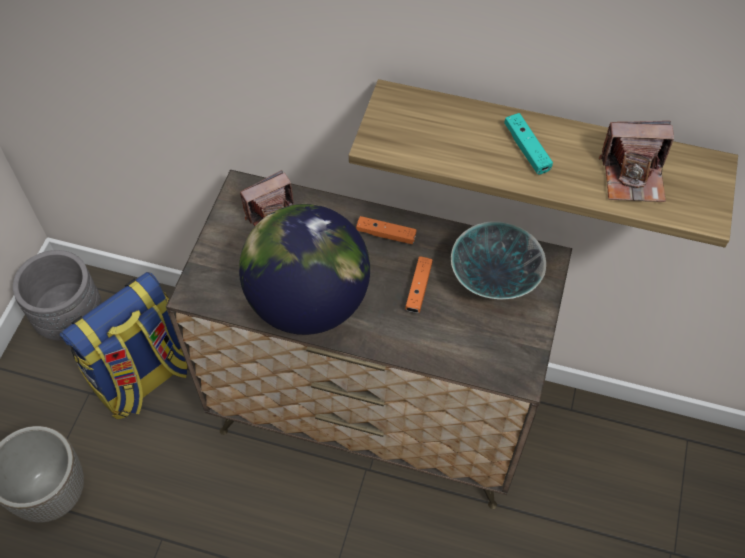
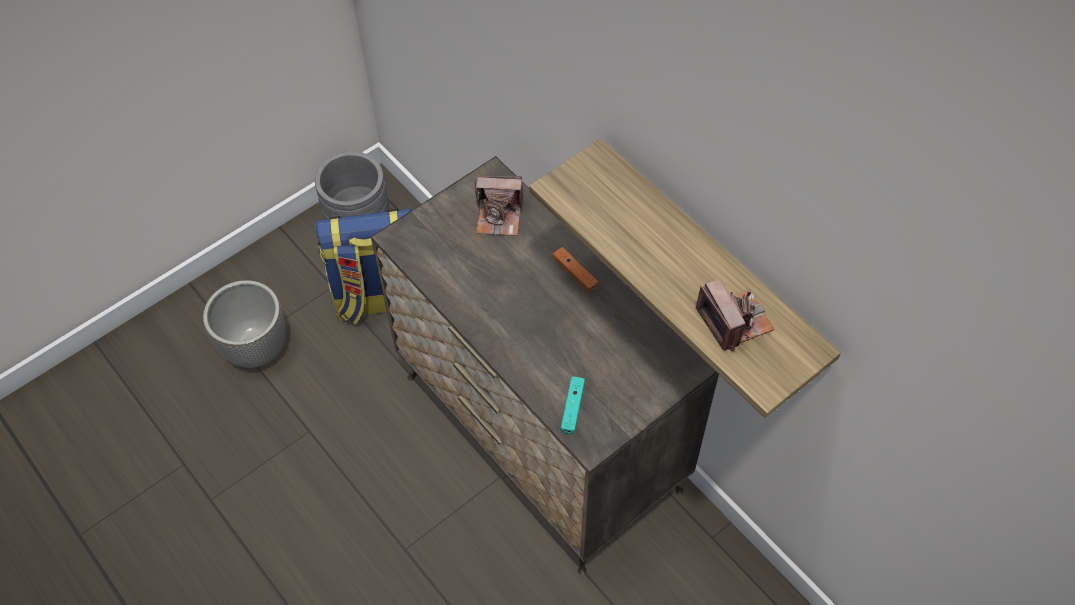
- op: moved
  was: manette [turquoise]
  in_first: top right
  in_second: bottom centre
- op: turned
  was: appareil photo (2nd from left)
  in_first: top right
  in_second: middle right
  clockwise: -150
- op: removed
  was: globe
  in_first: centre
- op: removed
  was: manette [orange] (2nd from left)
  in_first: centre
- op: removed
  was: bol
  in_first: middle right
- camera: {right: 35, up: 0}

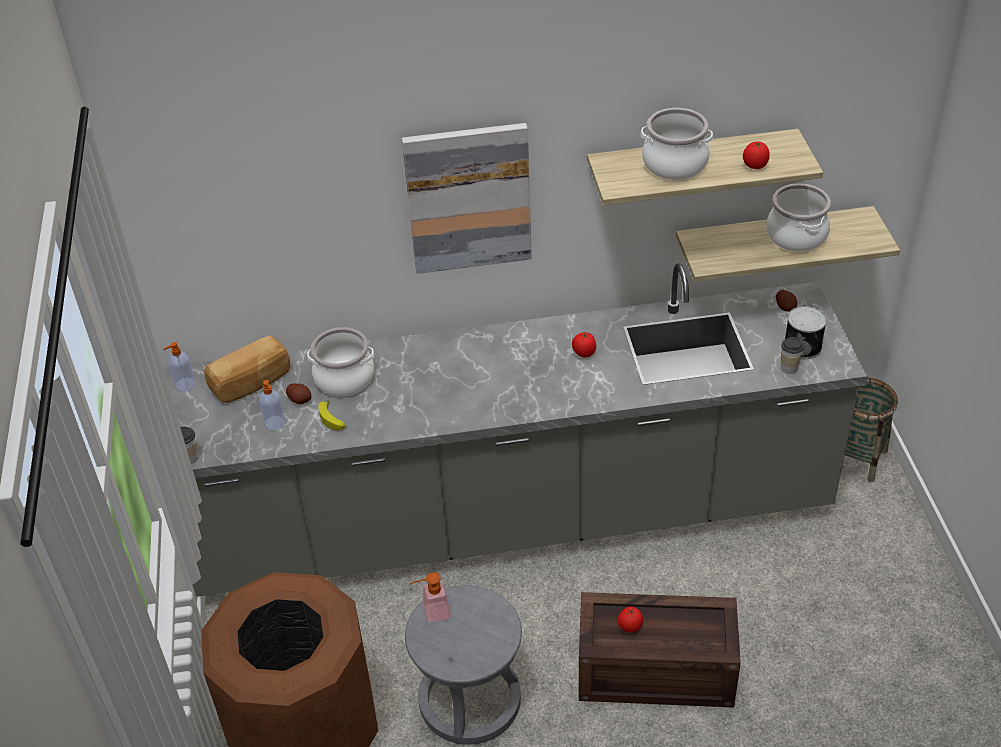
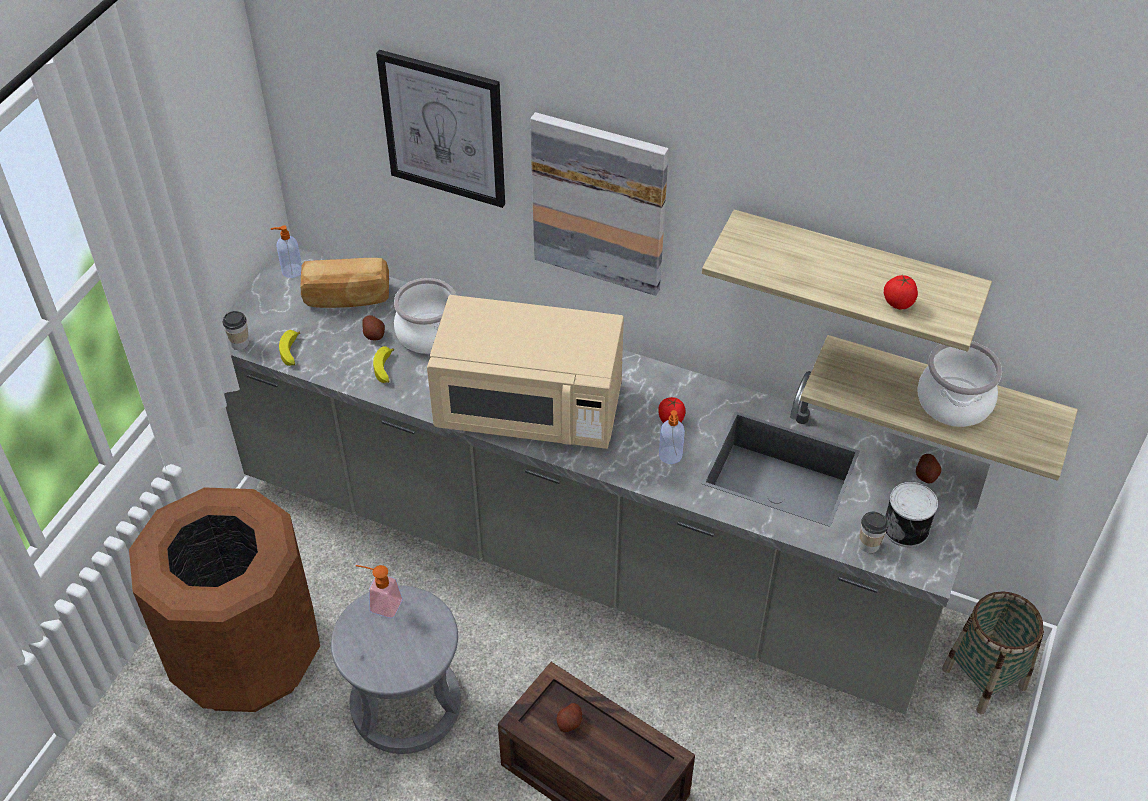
- op: added
  now: banane (1st from left)
  in_second: middle left
- op: added
  now: tableau (1st from left)
  in_second: top centre
- op: added
  now: micro-ondes [beige]
  in_second: centre
- op: replaced
  was: tomate (2nd from left)
  now: pomme de terre (2nd from left)
  in_first: bottom centre
  in_second: bottom centre
- op: moved
  was: distributeur de savon (2nd from left in the first image)
  now: distributeur de savon (3rd from left)
  in_first: middle left
  in_second: centre
- op: removed
  was: marmite (2nd from left)
  in_first: top right
- camera: {right: 30, up: 5}

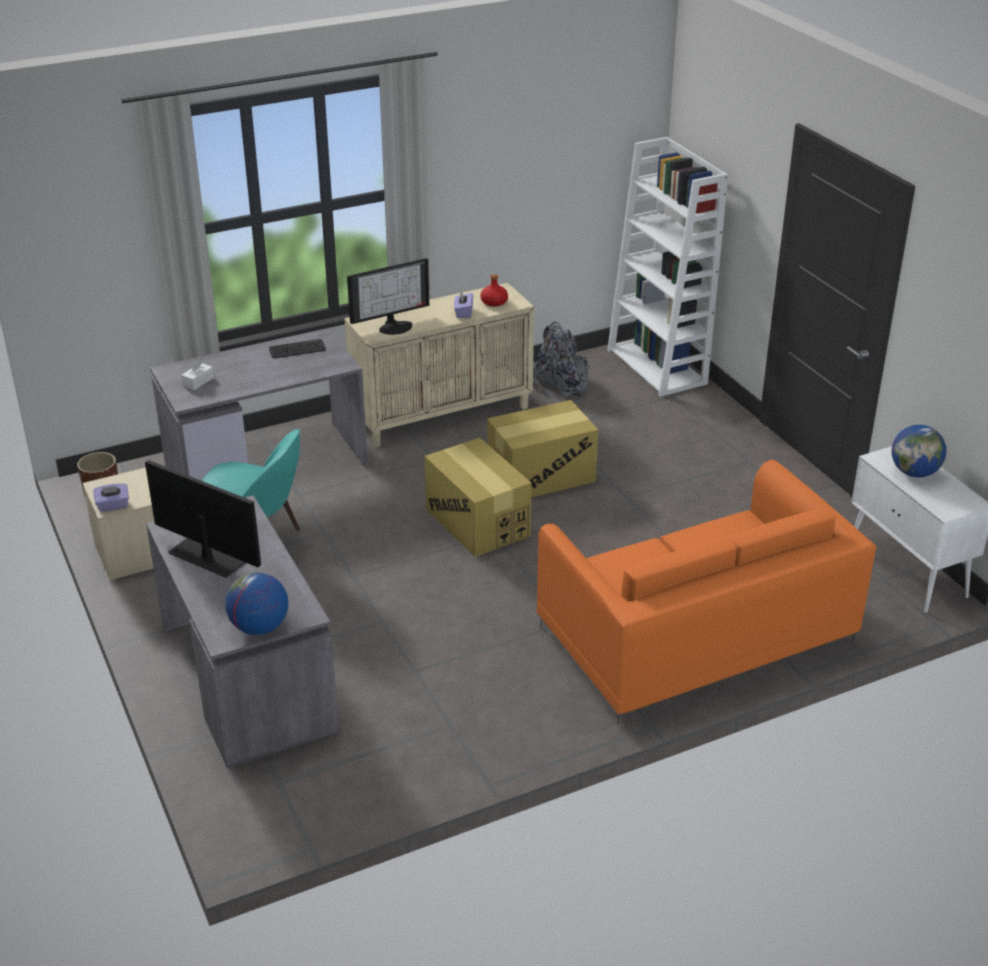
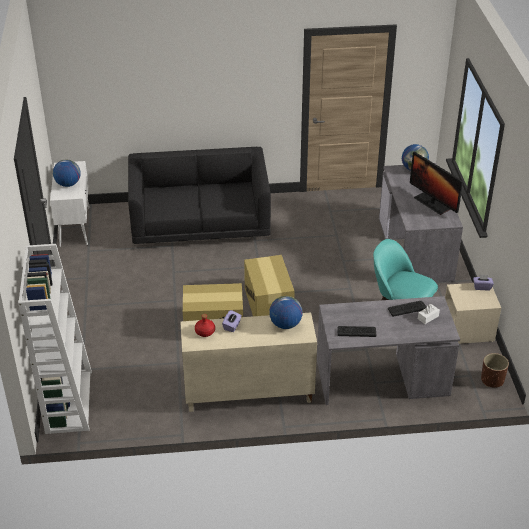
- op: recoloured
  was: canapé [orange]
  now: canapé [noir]
  in_first: middle right
  in_second: centre
- op: replaced
  was: écran d'ordinateur (2nd from left)
  now: globe (2nd from left)
  in_first: top centre
  in_second: centre
- op: added
  now: clavier (2nd from left)
  in_second: middle right
- op: removed
  was: sac à dos [gris]
  in_first: centre
- camera: {right: -160, up: 5}

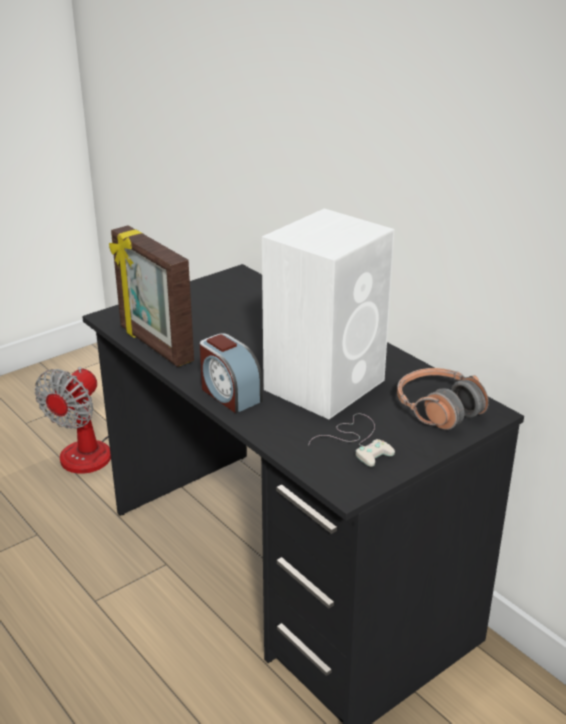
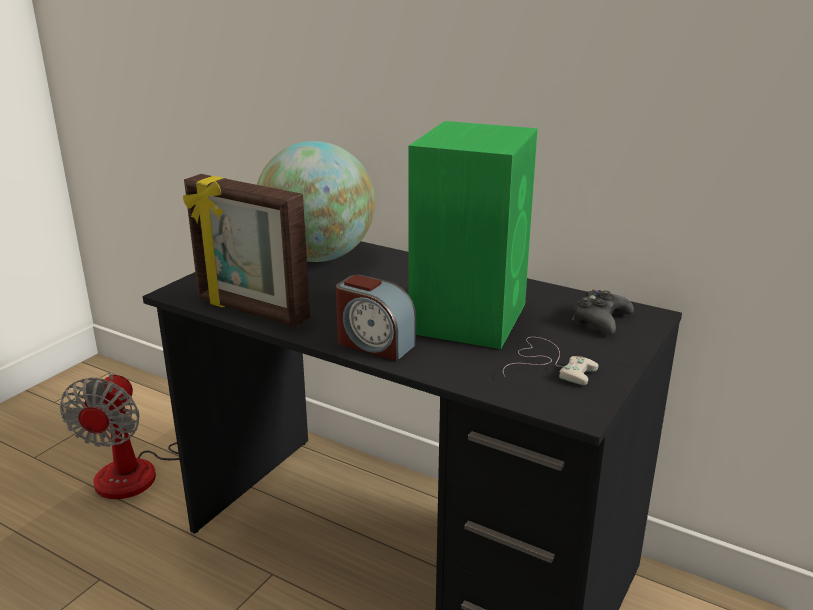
- op: added
  now: globe
  in_second: top centre
- op: recoloured
  was: enceinte [blanc]
  now: enceinte [vert]
  in_first: centre
  in_second: centre
- op: replaced
  was: casque audio
  now: manette [noir]
  in_first: middle right
  in_second: middle right
- camera: {right: -20, up: -5}

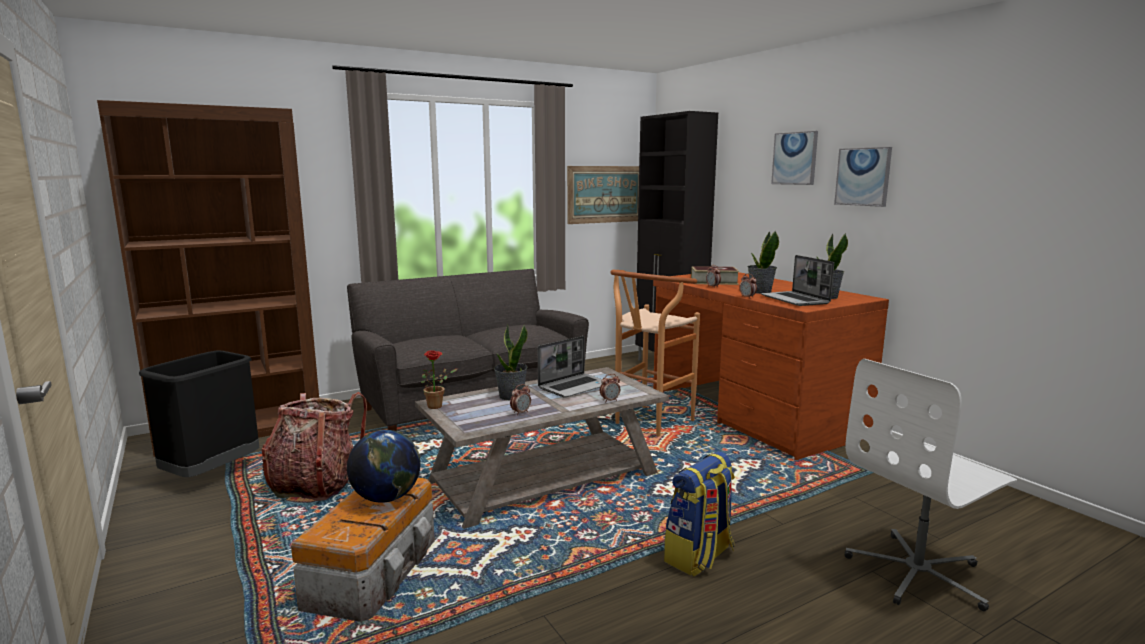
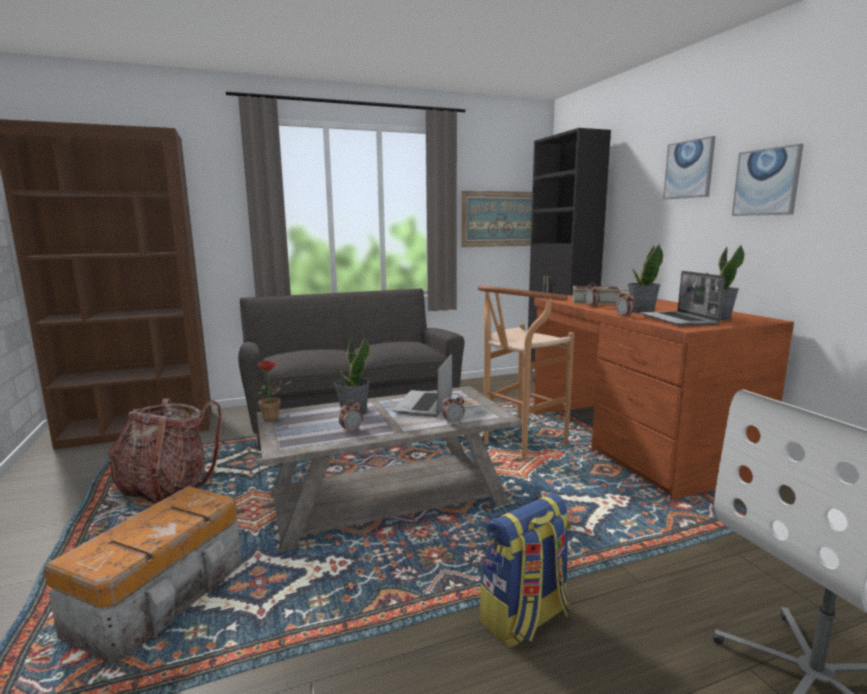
- op: turned
  was: ordinateur portable (1st from left)
  in_first: centre
  in_second: centre
  clockwise: 135
- op: removed
  was: poubelle [noir]
  in_first: middle left
- op: removed
  was: globe
  in_first: bottom centre
- camera: {right: 10, up: 0}

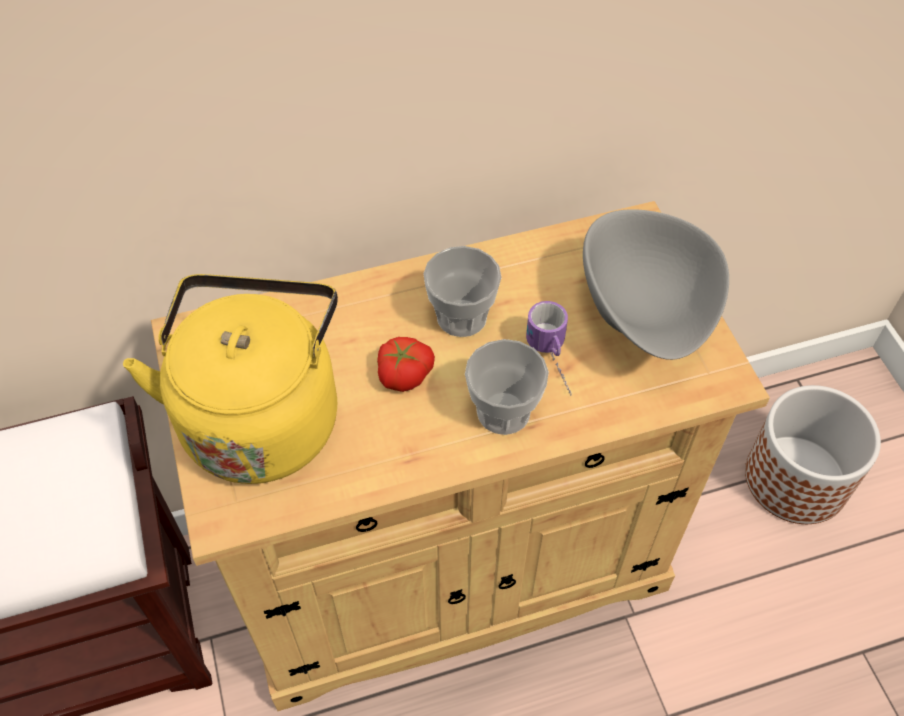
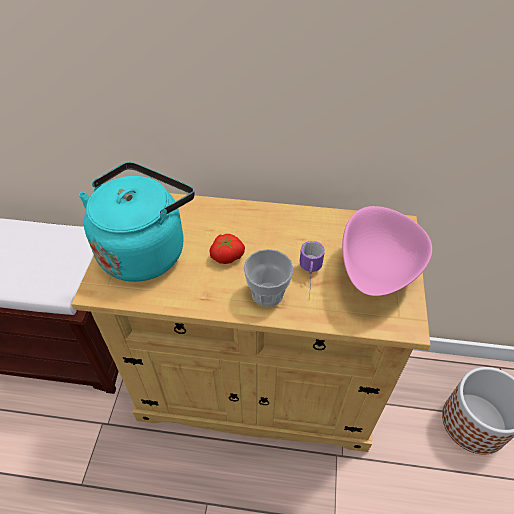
- op: recoloured
  was: bouilloire [jaune]
  now: bouilloire [turquoise]
  in_first: middle left
  in_second: middle left
- op: recoloured
  was: bol [gris]
  now: bol [rose]
  in_first: middle right
  in_second: middle right
- op: removed
  was: tasse (1st from left)
  in_first: centre
- camera: {right: 25, up: -5}

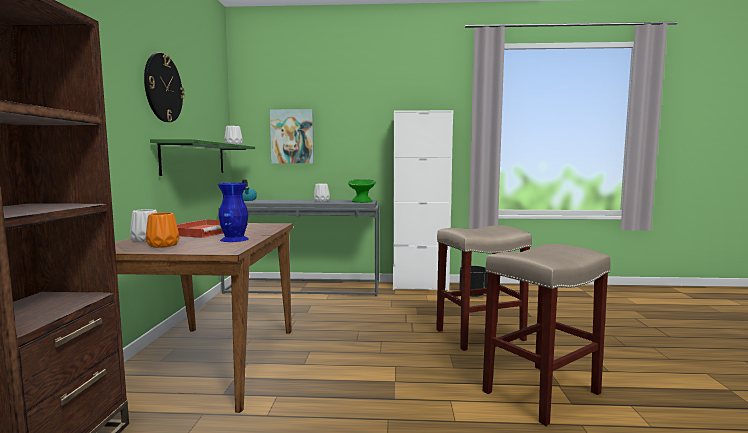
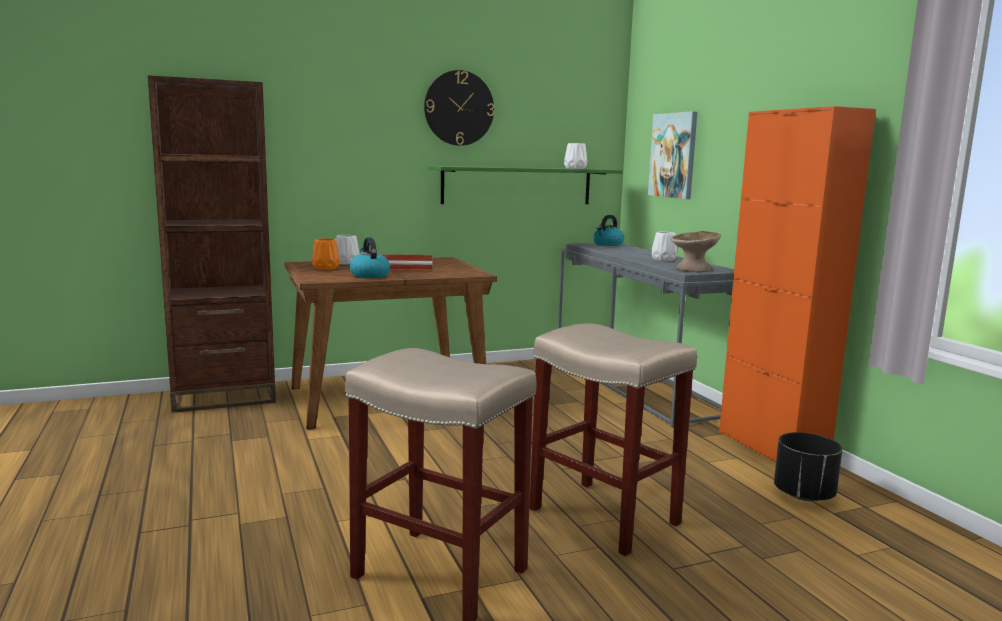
- op: replaced
  was: vase [bleu]
  now: bouilloire (1st from left)
  in_first: middle left
  in_second: centre
- op: recoloured
  was: bol [vert]
  now: bol [beige]
  in_first: centre
  in_second: middle right
- op: recoloured
  was: meuble de rangement [blanc]
  now: meuble de rangement [orange]
  in_first: centre
  in_second: middle right
- camera: {right: 65, up: 5}

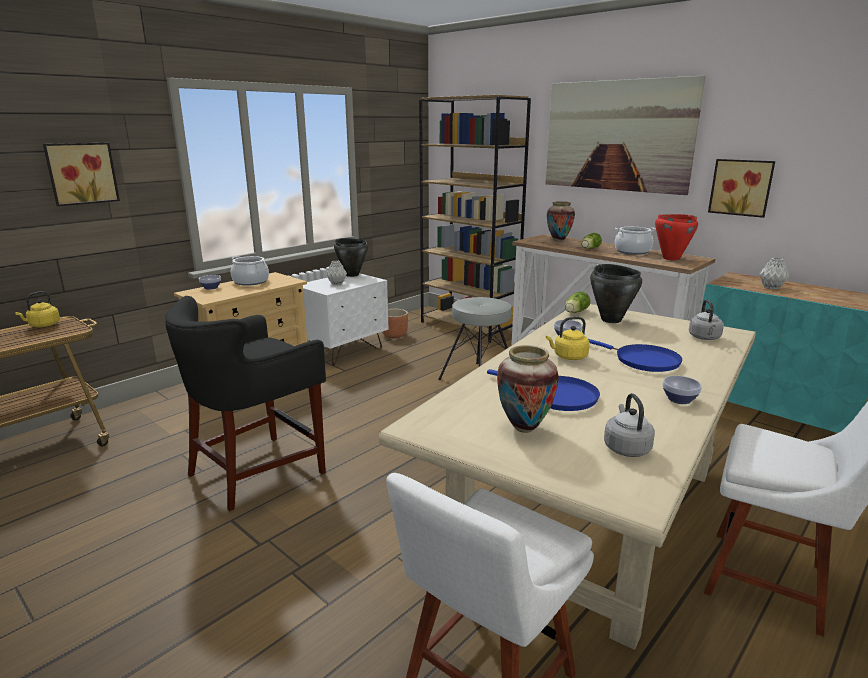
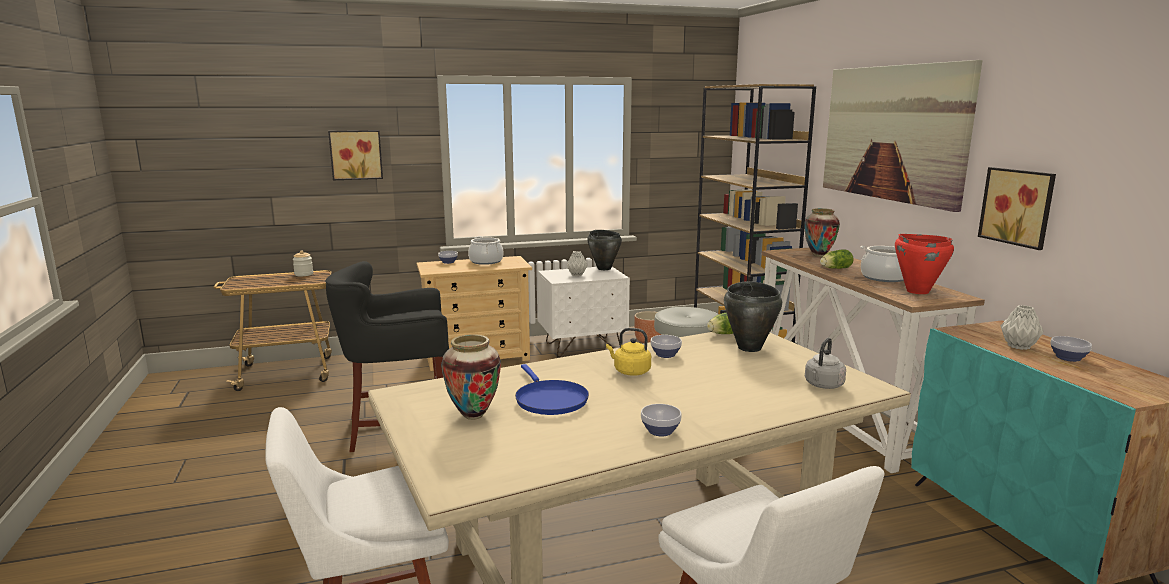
- op: replaced
  was: bouilloire [jaune] (1st from left)
  now: bocal
  in_first: middle left
  in_second: middle left
- op: added
  now: bol (4th from left)
  in_second: middle right
- op: removed
  was: poêle [bleu] (2nd from left)
  in_first: middle right
- op: removed
  was: bouilloire [gris] (1st from left)
  in_first: middle right
- camera: {right: 30, up: -5}

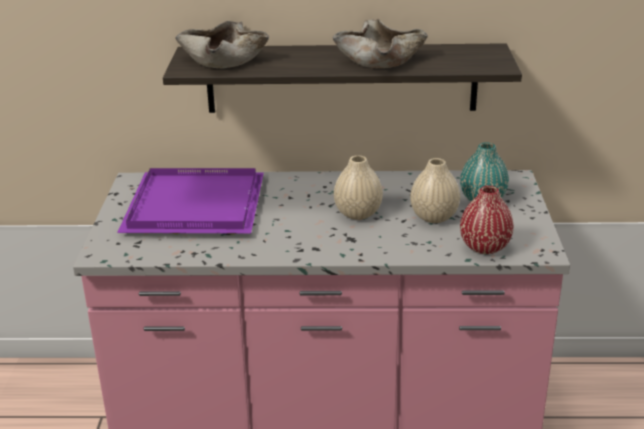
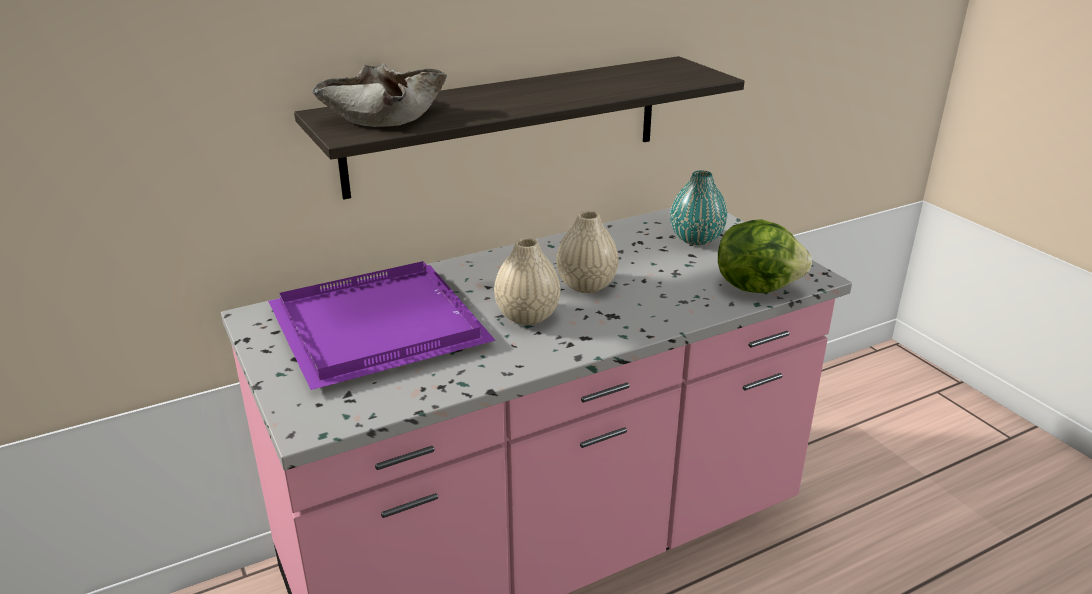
- op: moved
  was: vase [beige] (2nd from left in the first image)
  now: vase [beige] (1st from left)
  in_first: middle right
  in_second: centre
- op: replaced
  was: vase [rouge]
  now: laitue
  in_first: middle right
  in_second: middle right
- op: removed
  was: bol [beige] (2nd from left)
  in_first: top centre
- camera: {right: -30, up: 0}

